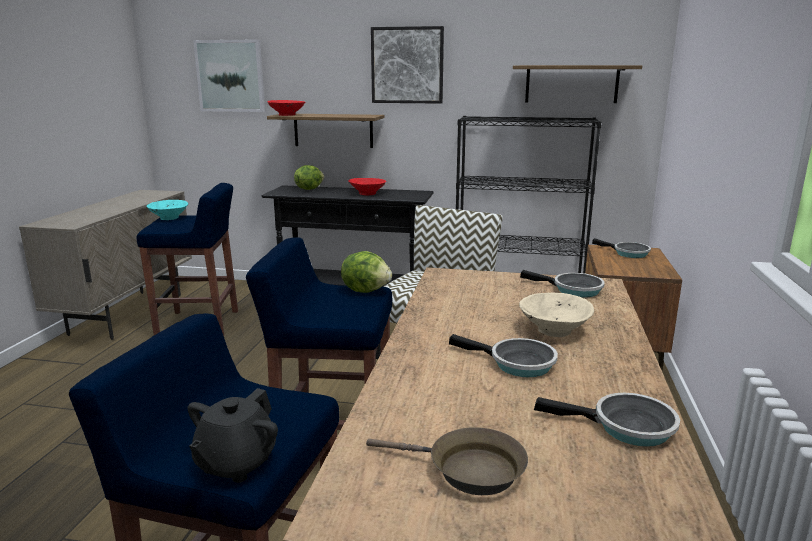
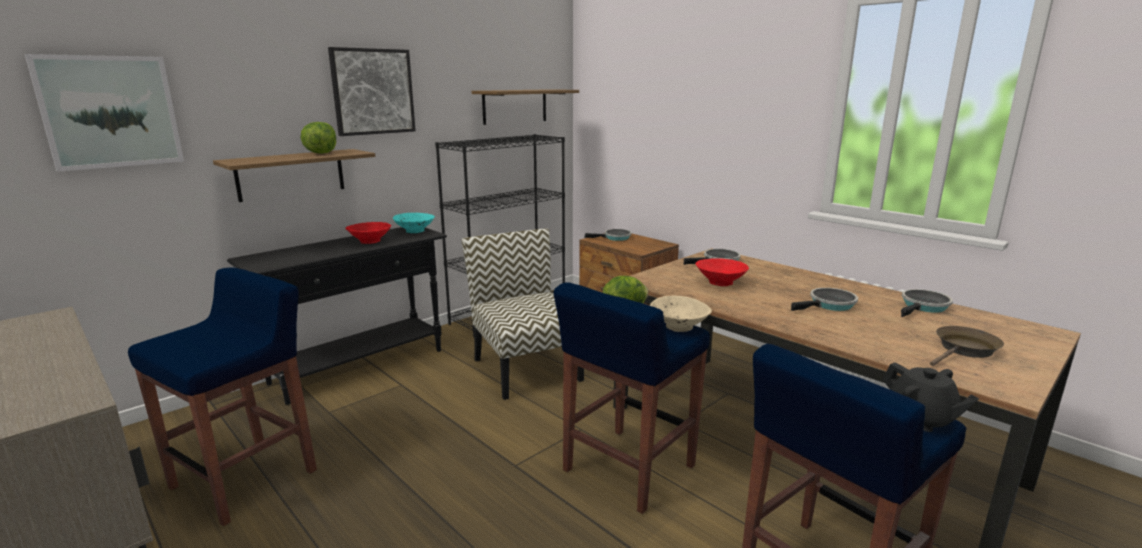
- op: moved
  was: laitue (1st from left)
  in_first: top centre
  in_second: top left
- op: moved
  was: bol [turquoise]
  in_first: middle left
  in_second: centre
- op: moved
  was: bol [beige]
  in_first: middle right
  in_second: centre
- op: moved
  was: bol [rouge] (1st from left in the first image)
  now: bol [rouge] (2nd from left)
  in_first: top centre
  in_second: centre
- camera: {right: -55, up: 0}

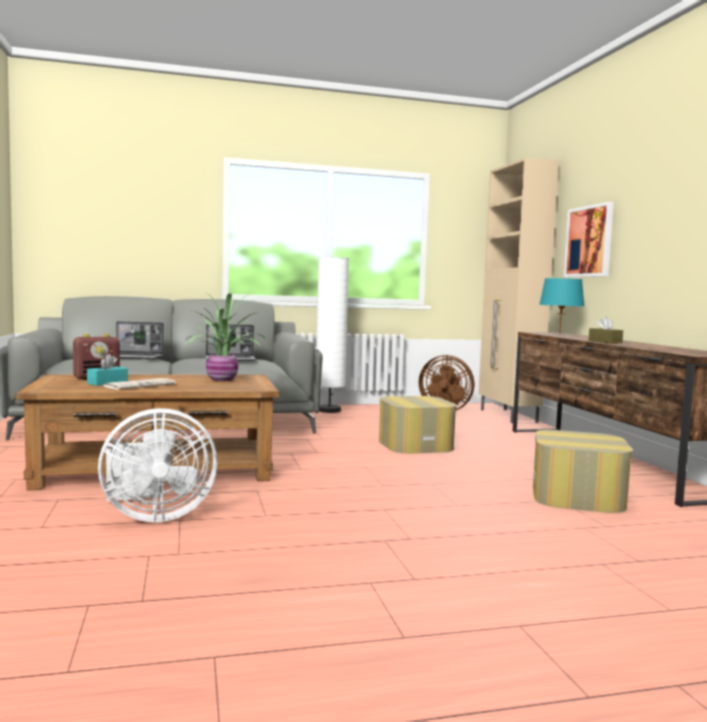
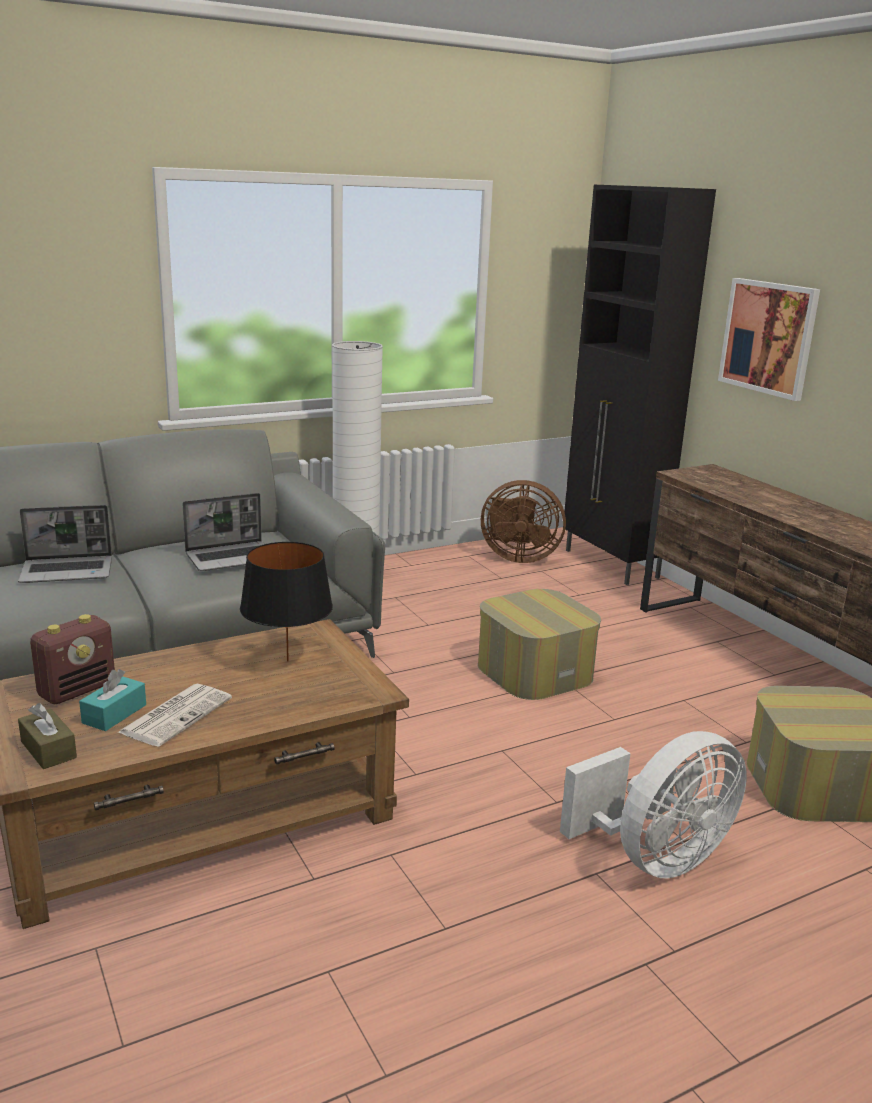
- op: moved
  was: boîte à mouchoirs [marron]
  in_first: middle right
  in_second: bottom left
- op: replaced
  was: plante en pot
  now: lampe de table [noir]
  in_first: middle left
  in_second: middle left
- op: moved
  was: ventilateur [blanc]
  in_first: middle left
  in_second: bottom right
- op: recoloured
  was: meuble de rangement [beige]
  now: meuble de rangement [noir]
  in_first: middle right
  in_second: middle right
- op: removed
  was: lampe de table [turquoise]
  in_first: middle right
- camera: {right: -15, up: 15}

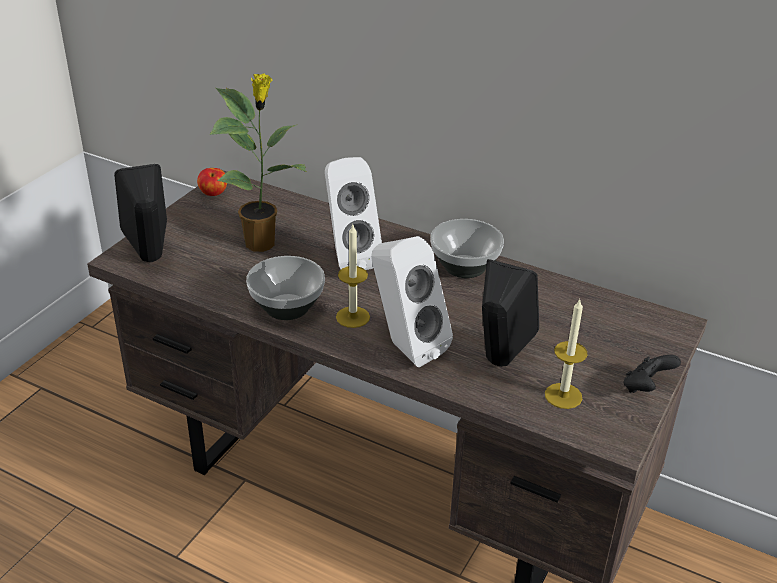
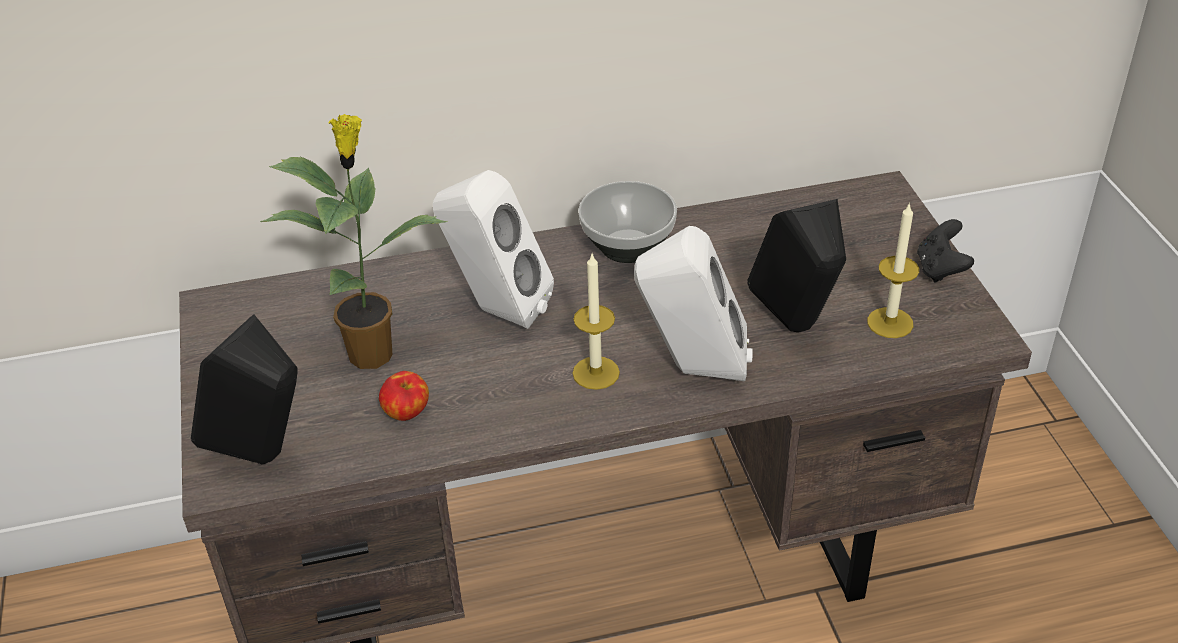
- op: moved
  was: pomme
  in_first: top left
  in_second: centre
- op: removed
  was: bol (1st from left)
  in_first: centre
- camera: {right: -40, up: 5}

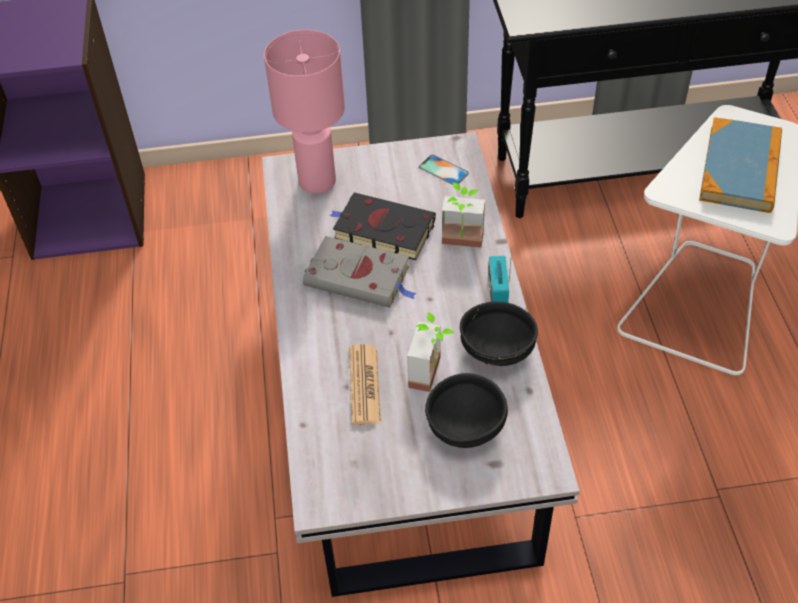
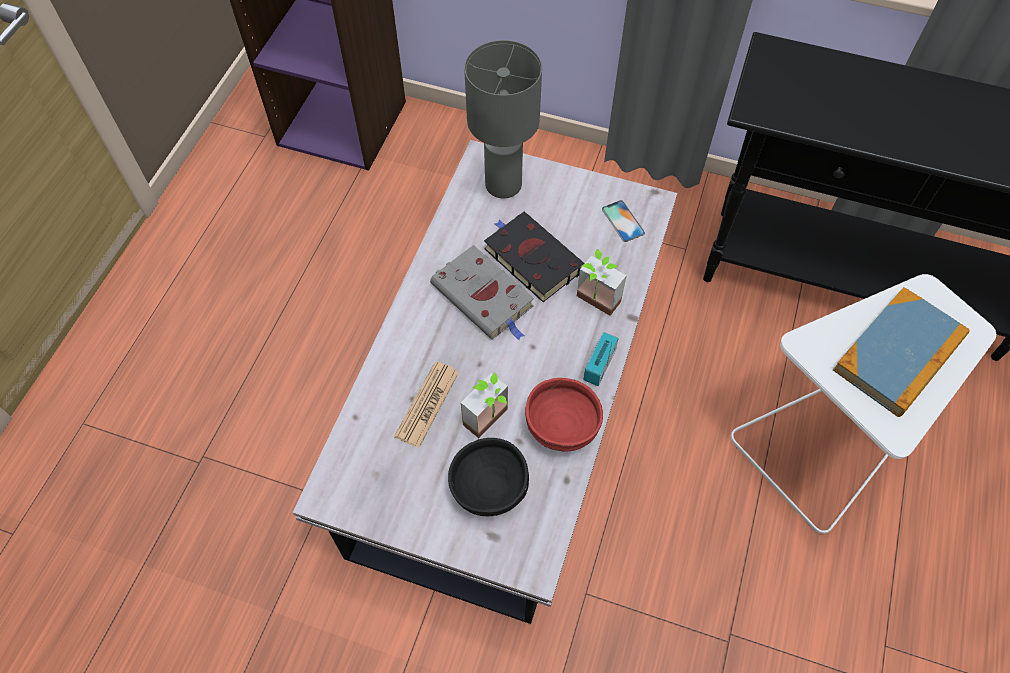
- op: recoloured
  was: lampe de table [rose]
  now: lampe de table [gris]
  in_first: top centre
  in_second: top centre
- op: recoloured
  was: bol [noir] (2nd from left)
  now: bol [rouge]
  in_first: centre
  in_second: centre
- camera: {right: 25, up: 10}

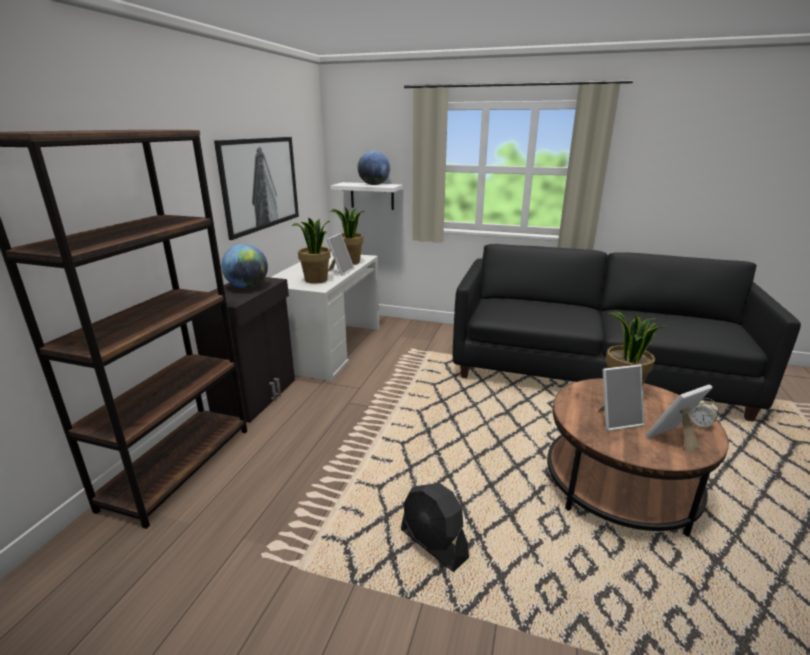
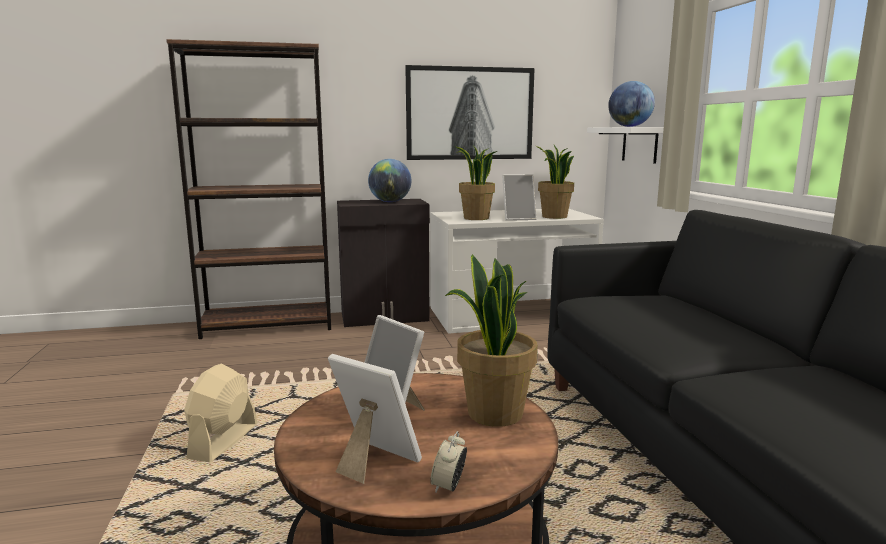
- op: recoloured
  was: ventilateur [noir]
  now: ventilateur [beige]
  in_first: bottom centre
  in_second: bottom left
- camera: {right: 60, up: -10}

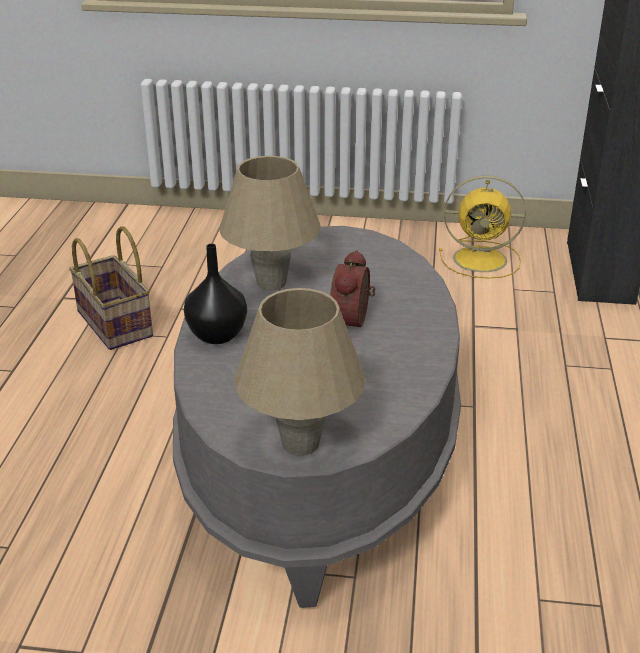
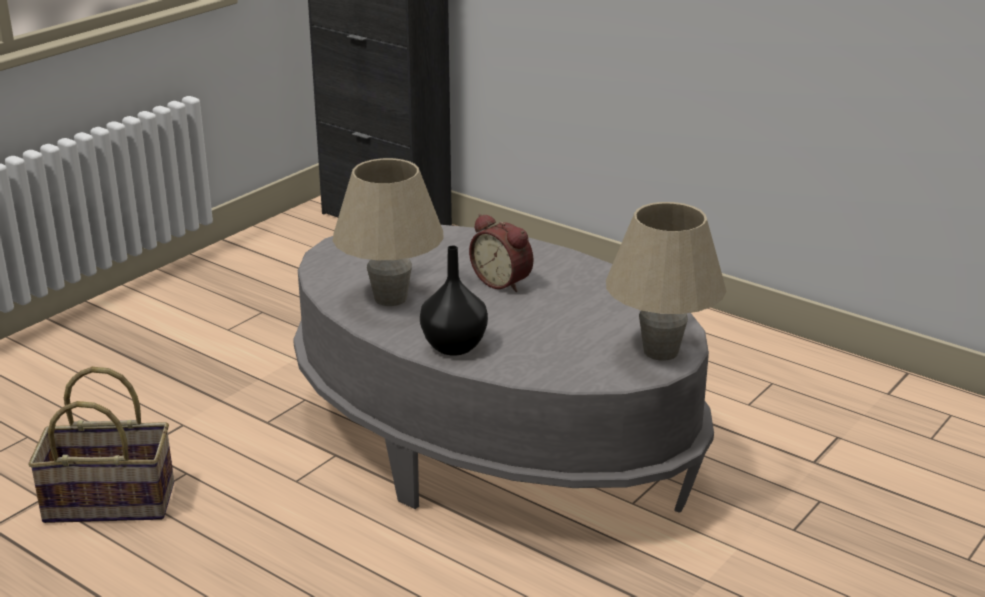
- op: removed
  was: ventilateur [jaune]
  in_first: middle right
- camera: {right: -60, up: -5}

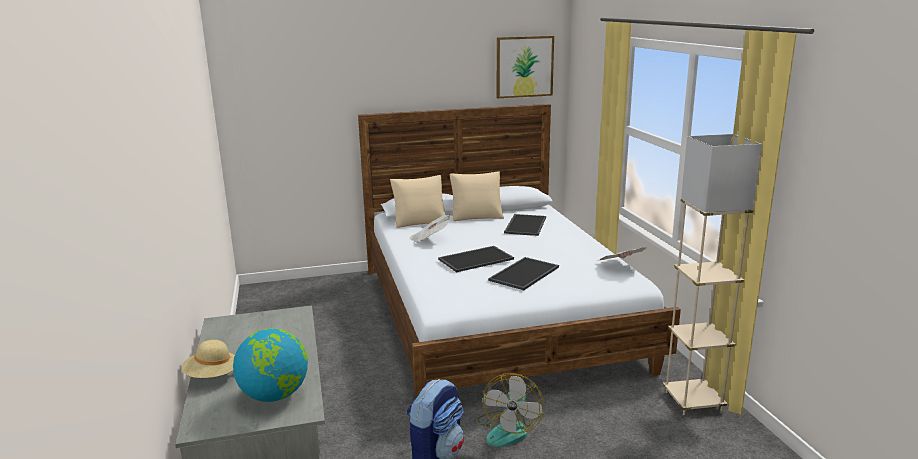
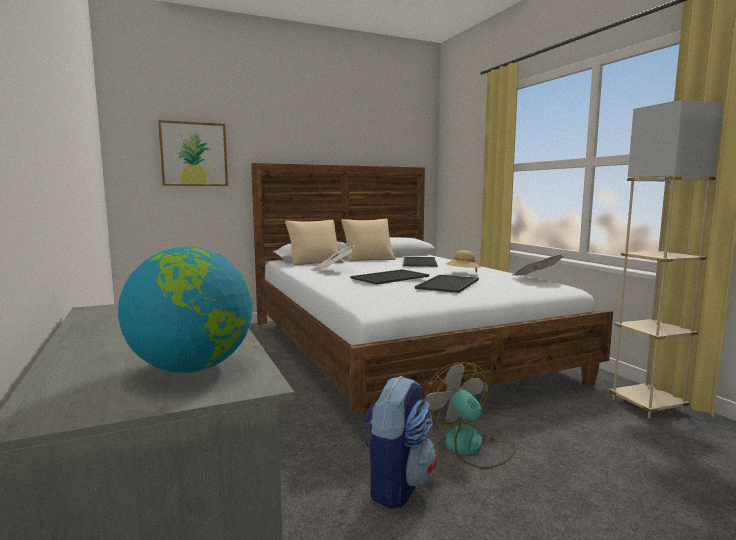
- op: moved
  was: tableau
  in_first: top centre
  in_second: top left
- op: turned
  was: ventilateur
  in_first: bottom centre
  in_second: bottom centre
  clockwise: 150
- op: moved
  was: chapeau [beige]
  in_first: bottom left
  in_second: centre
- camera: {right: -10, up: -10}

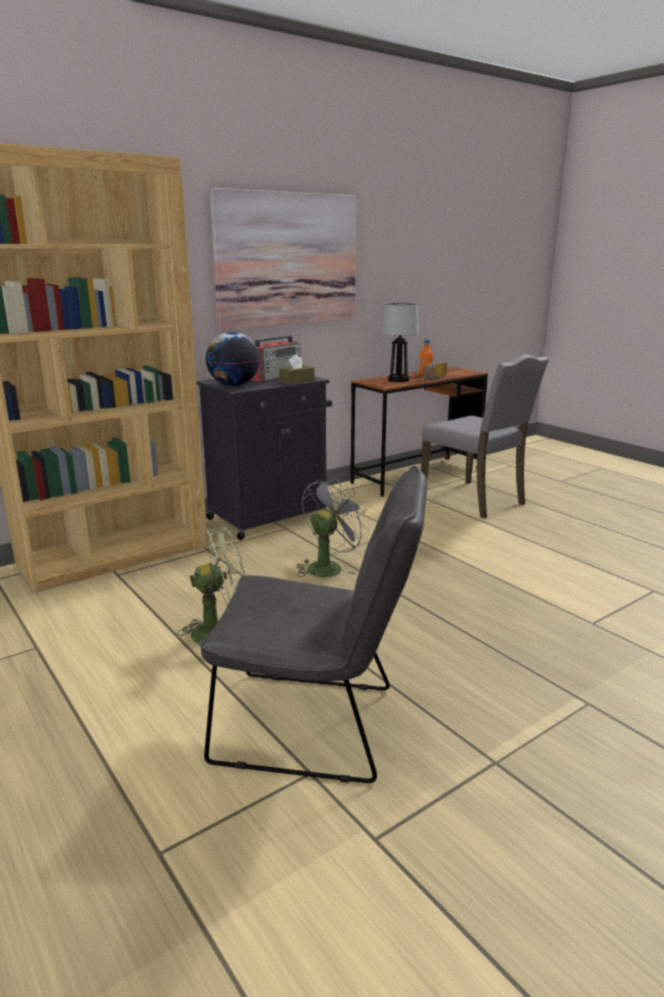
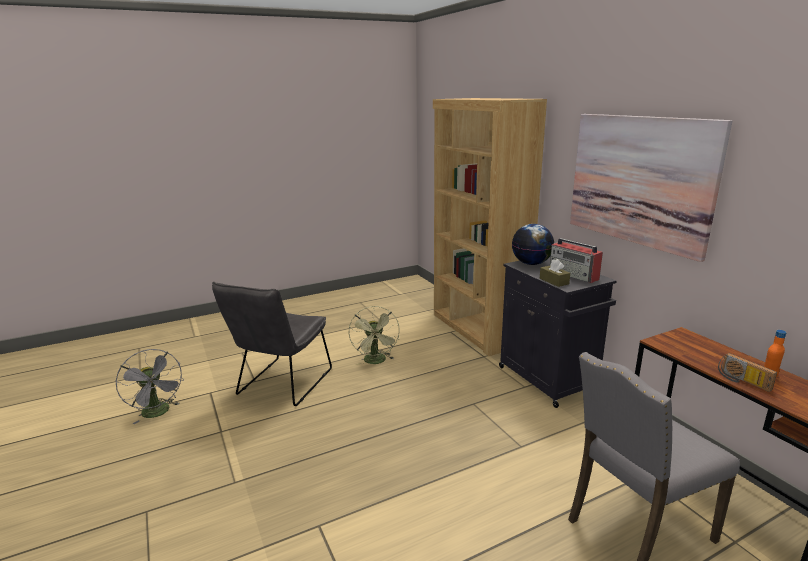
- op: moved
  was: ventilateur [gris]
  in_first: centre
  in_second: bottom left
- op: removed
  was: lampe de table
  in_first: centre
- camera: {right: 100, up: 0}

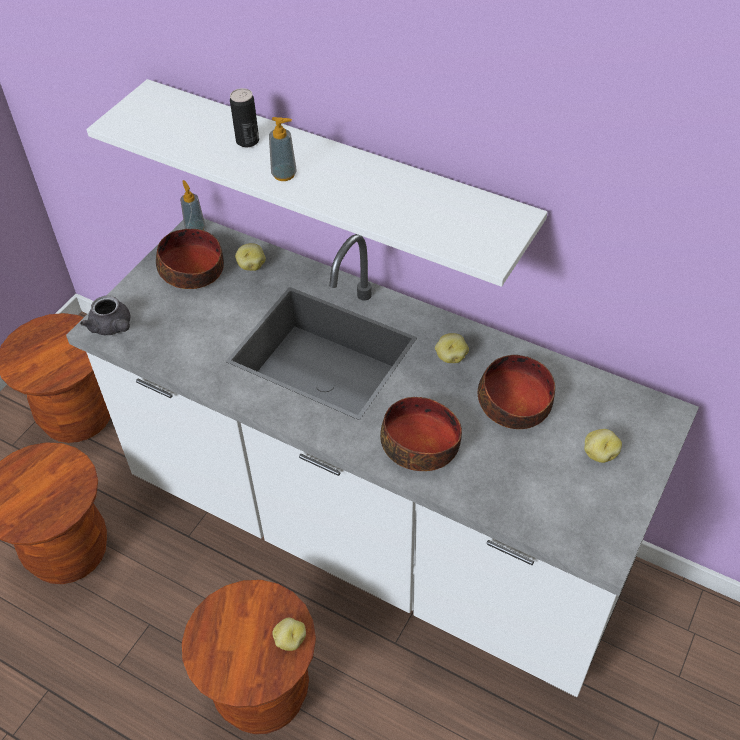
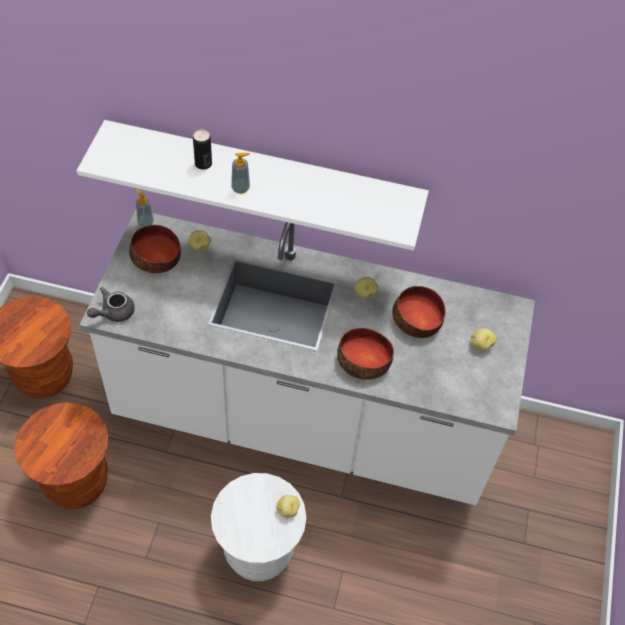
- op: turned
  was: théière [gris]
  in_first: middle left
  in_second: middle left
  clockwise: 105
- op: recoloured
  was: tabouret [marron] (3rd from left)
  now: tabouret [blanc]
  in_first: bottom centre
  in_second: bottom centre
- camera: {right: -20, up: 5}

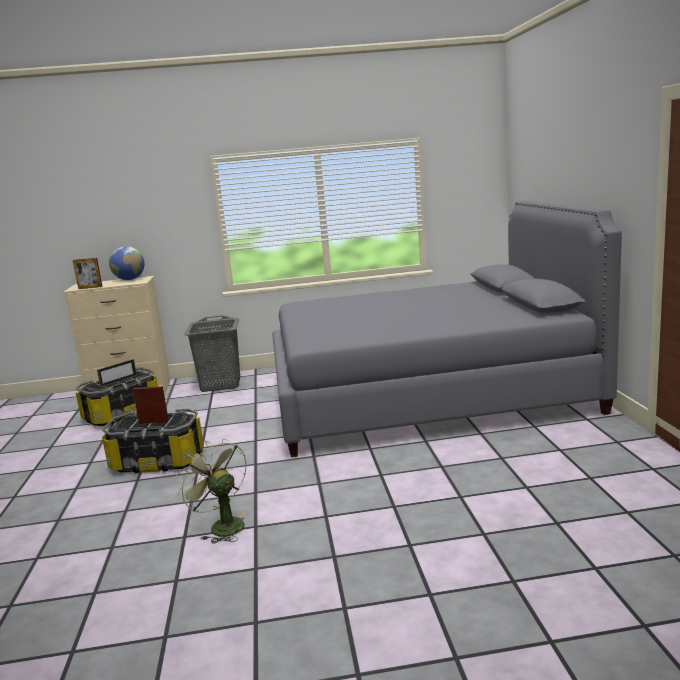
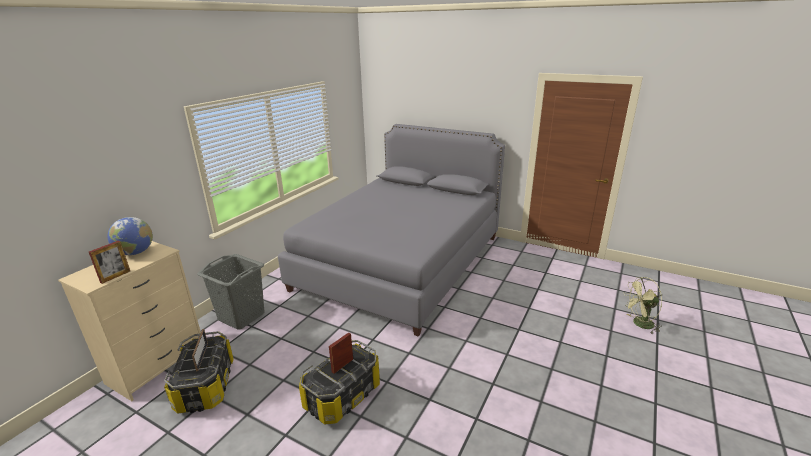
- op: moved
  was: ventilateur [vert]
  in_first: bottom left
  in_second: bottom right
- camera: {right: -55, up: 10}

